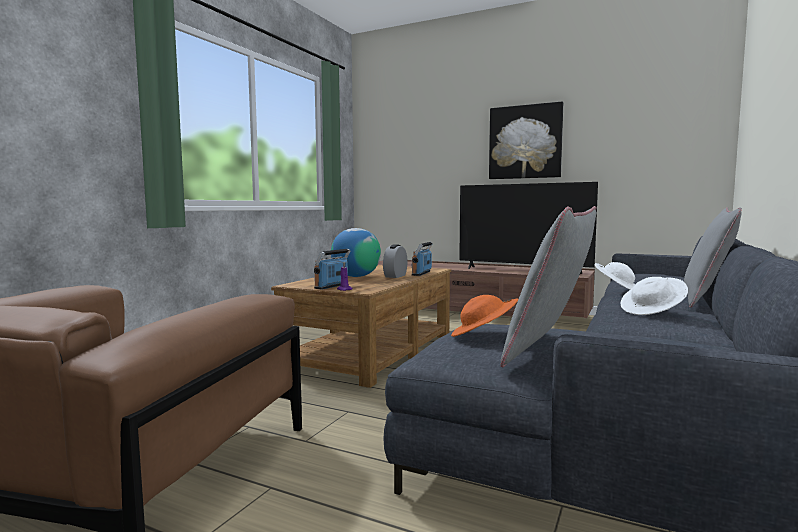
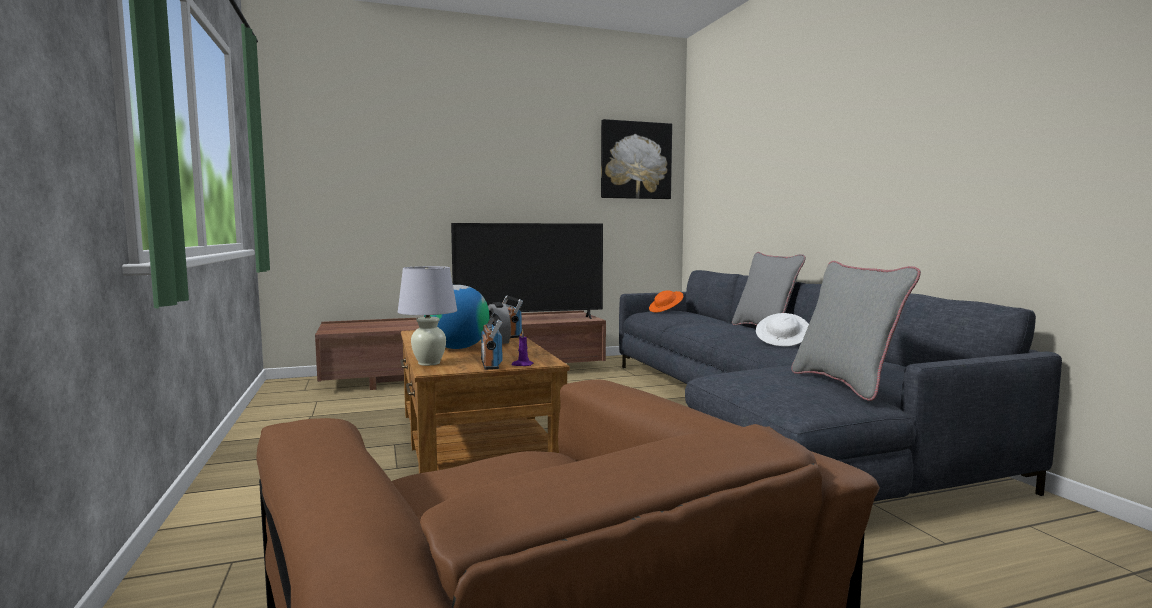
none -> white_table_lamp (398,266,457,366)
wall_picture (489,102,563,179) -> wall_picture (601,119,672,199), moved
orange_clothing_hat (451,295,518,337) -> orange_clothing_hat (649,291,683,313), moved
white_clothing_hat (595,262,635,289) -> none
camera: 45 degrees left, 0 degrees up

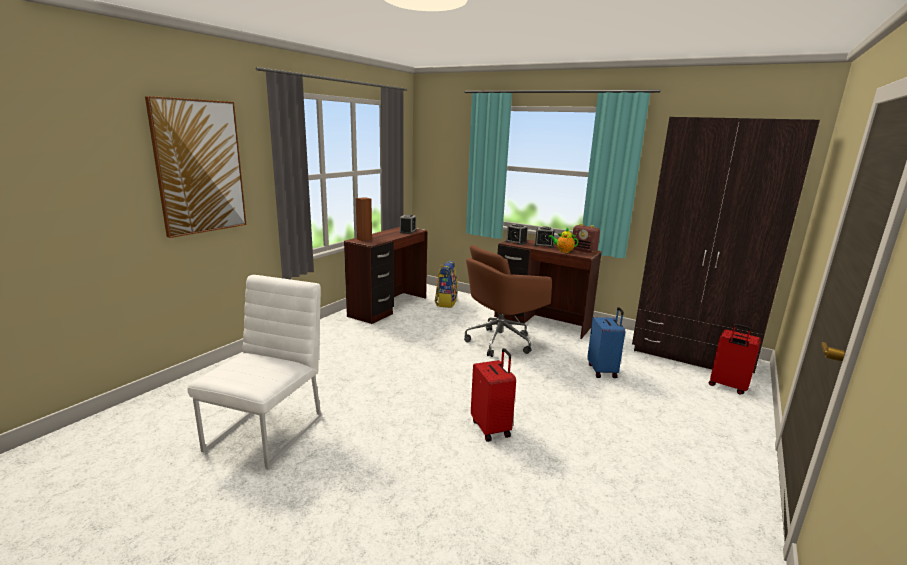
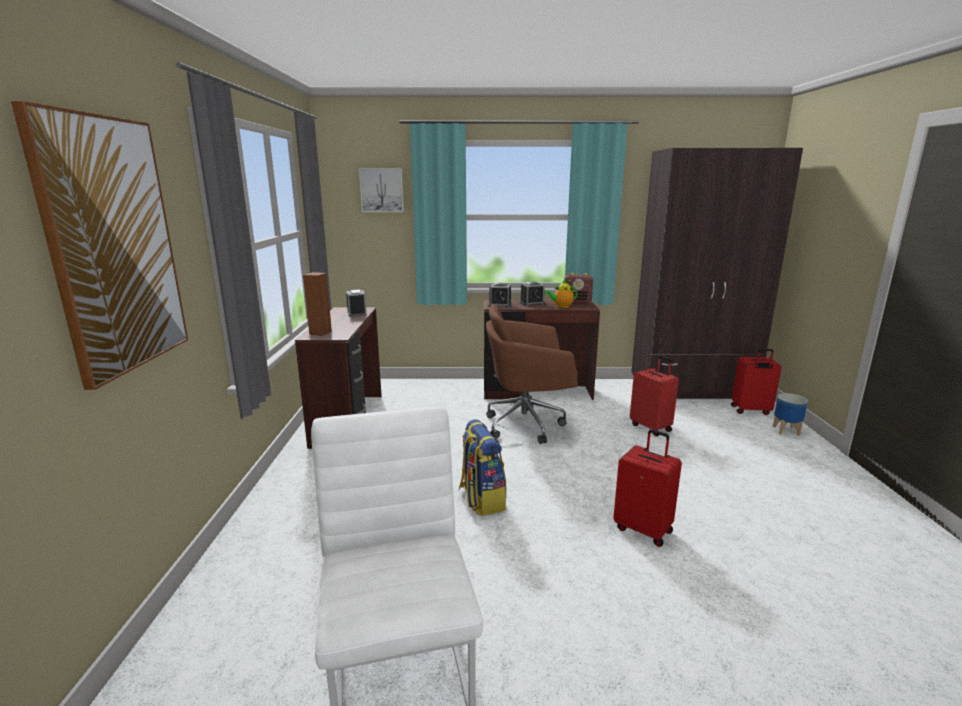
none -> wall_picture (359,168,404,212)
backpack (435,261,458,308) -> backpack (459,419,507,516), moved
brown_desk_chair (464,245,552,357) -> brown_desk_chair (486,304,578,444), 60 degrees clockwise
blue_piece_of_luggage (587,307,625,378) -> reddish_piece_of_luggage (630,356,679,436)
none -> plant_pot (773,393,808,436)
camera: 30 degrees left, 0 degrees up

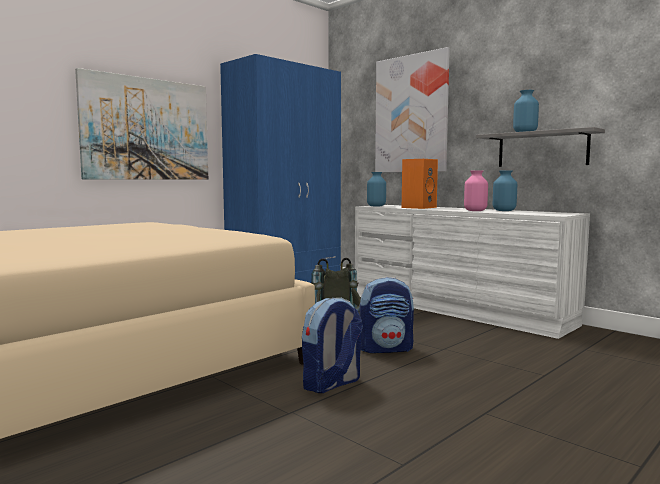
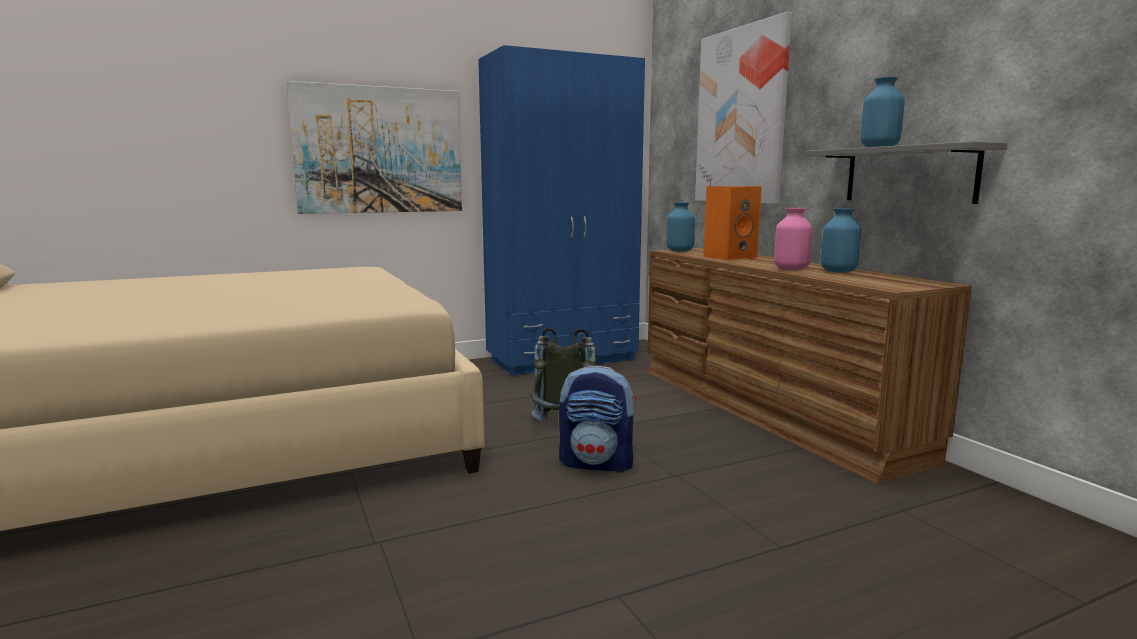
white_chest_of_drawers (355,205,590,339) -> brown_chest_of_drawers (647,248,972,484)
backpack (302,298,363,393) -> none
camera: 20 degrees right, 5 degrees up

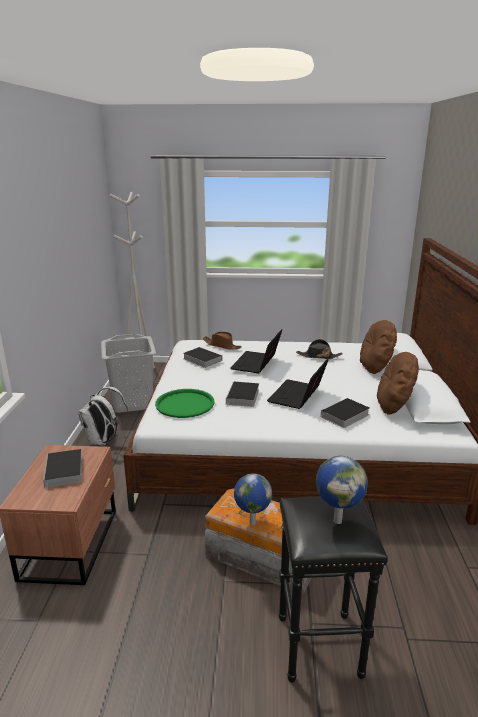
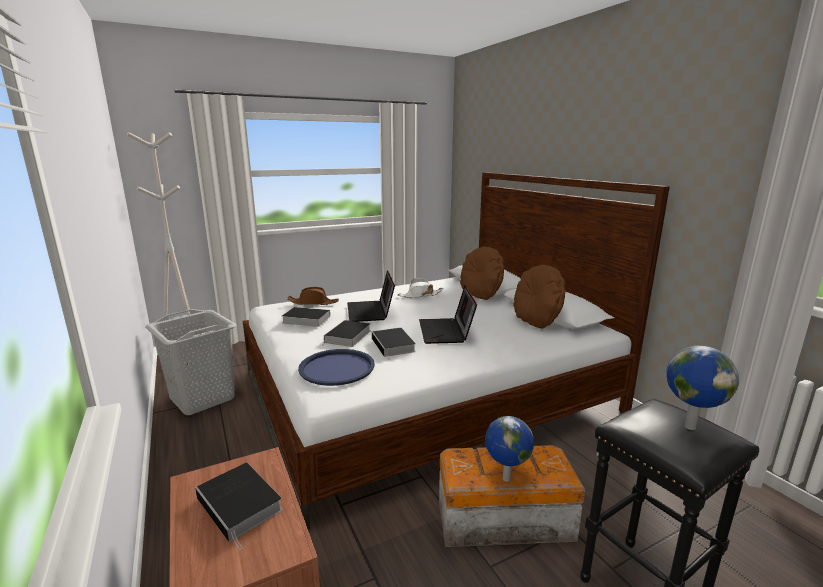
greenish_tray (155,389,215,418) -> blue_tray (298,349,375,386)
book (317,398,370,428) -> book (322,320,370,347), moved
blackish_clothing_hat (296,339,342,359) -> white_clothing_hat (397,278,443,298)
white_backpack (78,387,128,446) -> none
camera: 30 degrees left, 5 degrees down

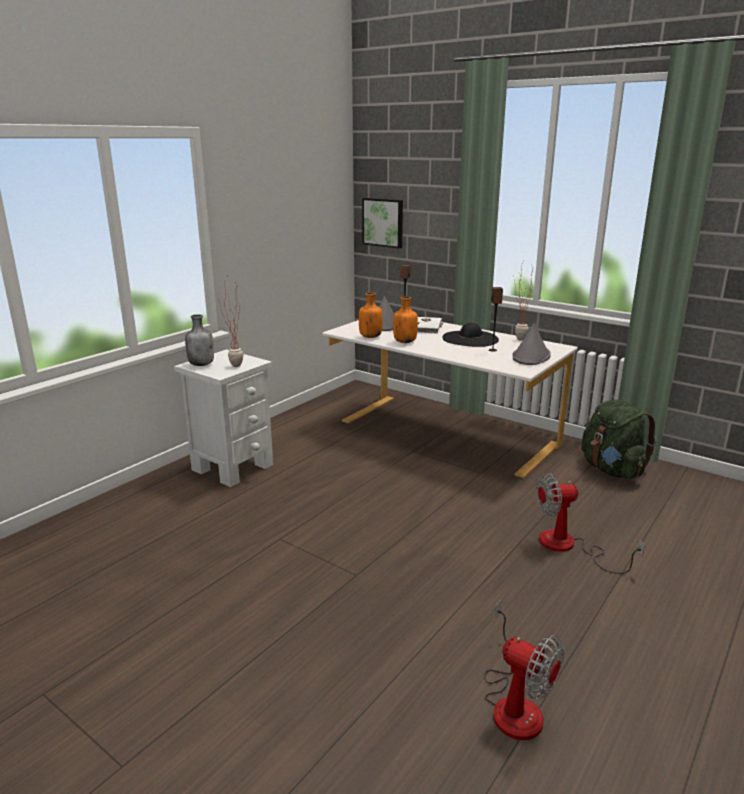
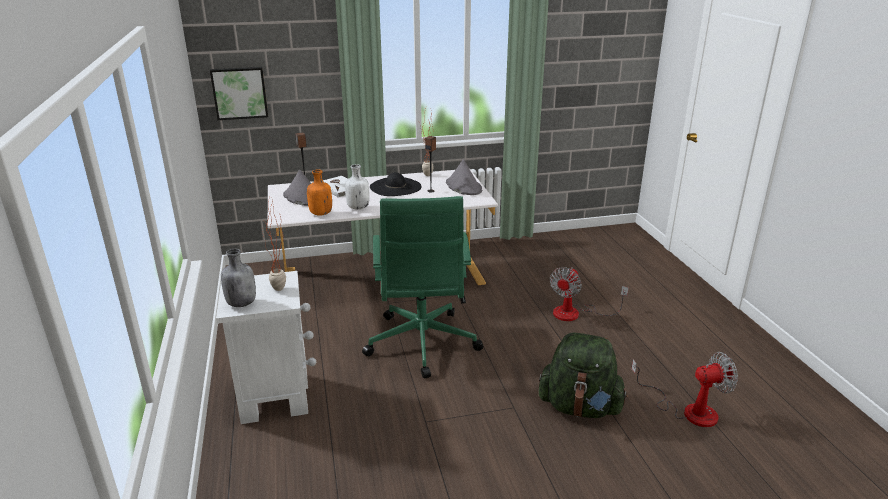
orange_beverage_bottle (393,296,418,343) -> white_beverage_bottle (345,164,370,210)
none -> greenish_desk_chair (362,196,483,378)
greenish_backpack (581,400,656,479) -> greenish_backpack (539,333,628,418), moved
camera: 50 degrees left, 5 degrees up

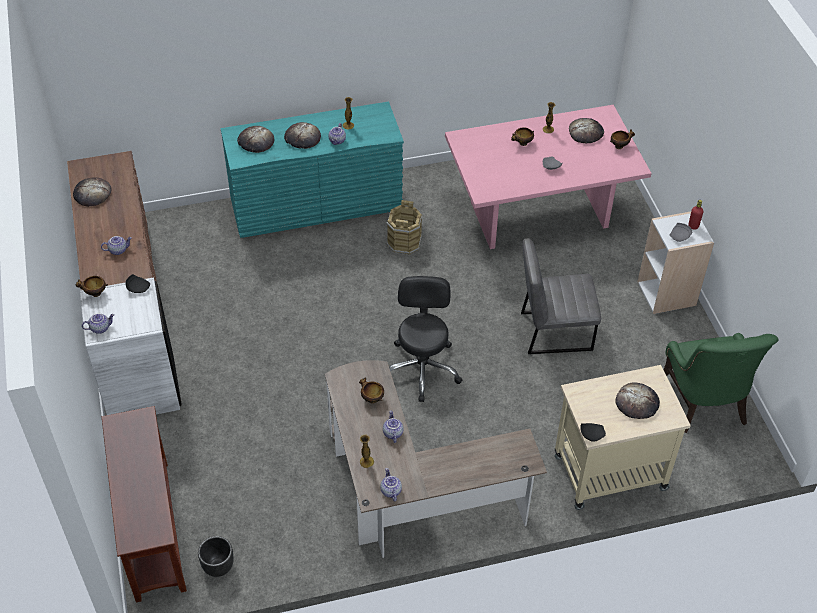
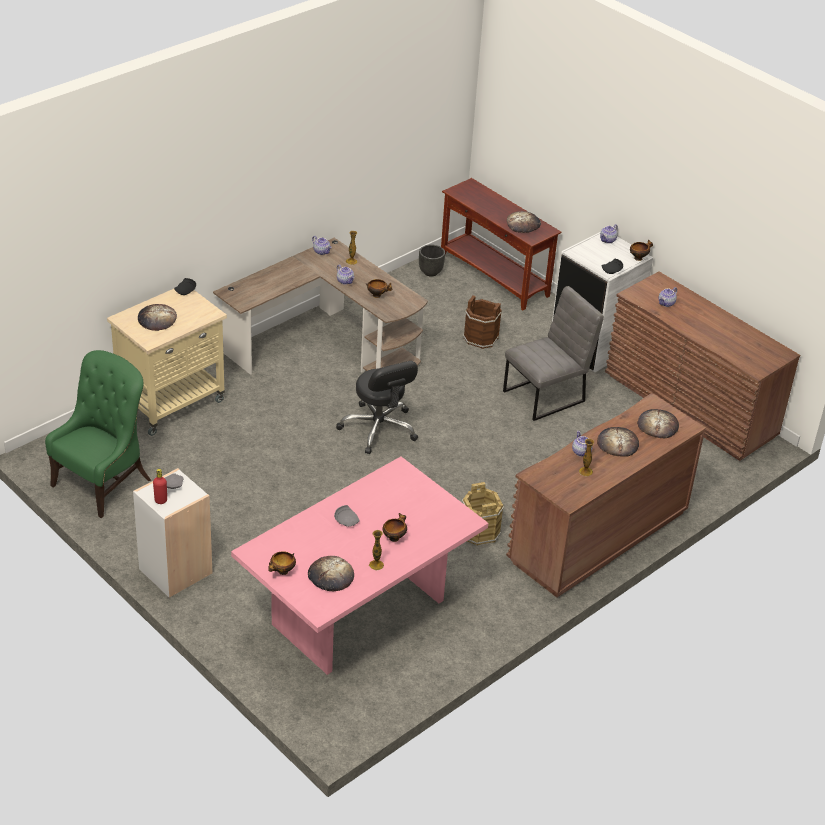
greenish_plain_chair (663,333,779,433) -> greenish_plain_chair (45,350,151,518), 75 degrees clockwise
none -> brown_pail (463,295,502,349)
gray_plain_chair (521,238,601,354) -> gray_plain_chair (503,286,604,421), moved
turquoise_chest_of_drawers (220,101,404,238) -> brown_chest_of_drawers (506,393,706,598)
bakery_bread (73,177,112,207) -> bakery_bread (507,211,541,233), moved
camera: 150 degrees right, 10 degrees down

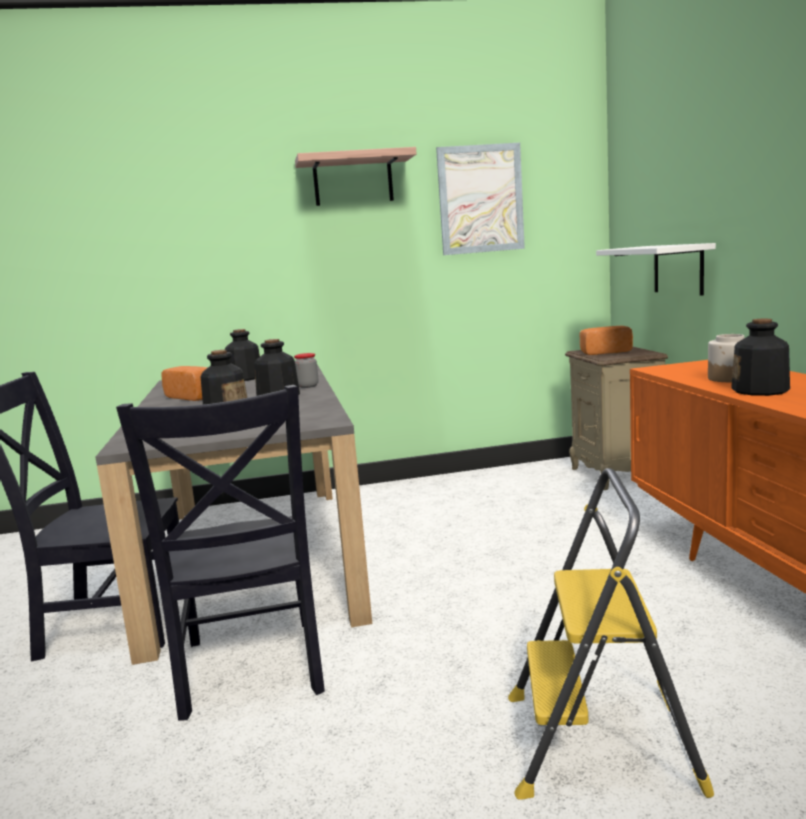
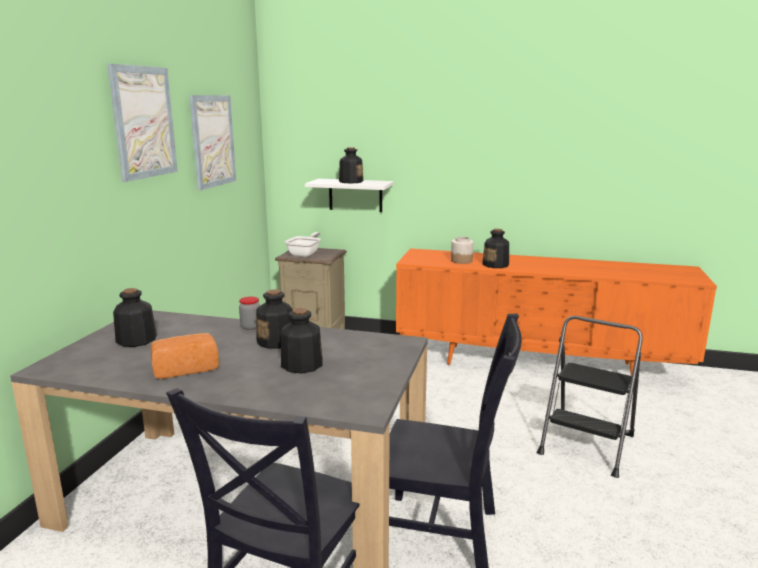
shelf (295,147,417,206) -> wall_picture (107,64,178,182)
bakery_bread (579,326,633,355) -> skillet (284,232,321,257)
none -> beverage_bottle (339,147,363,183)
yellowish_step_stool (508,468,714,800) -> blackish_step_stool (536,316,643,478)
camera: 65 degrees left, 5 degrees up

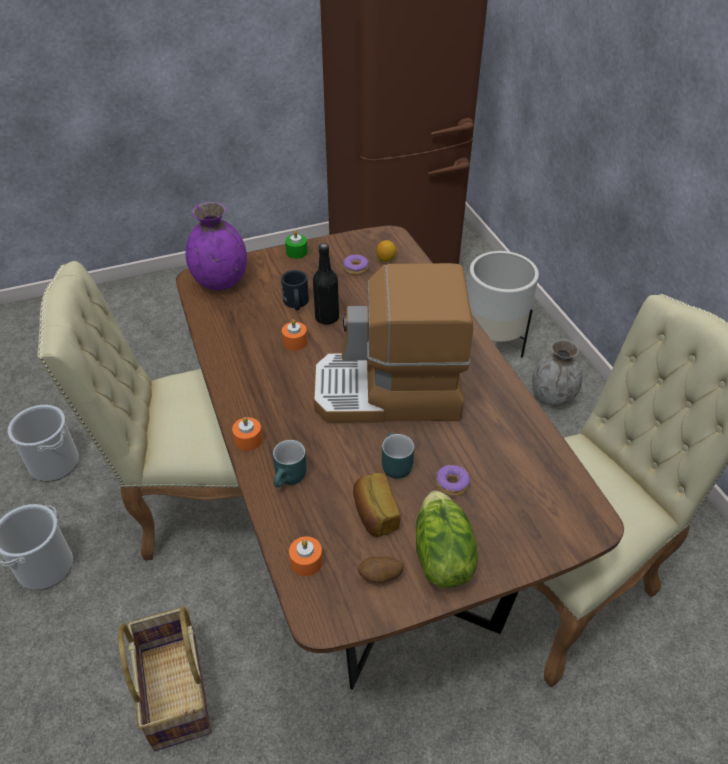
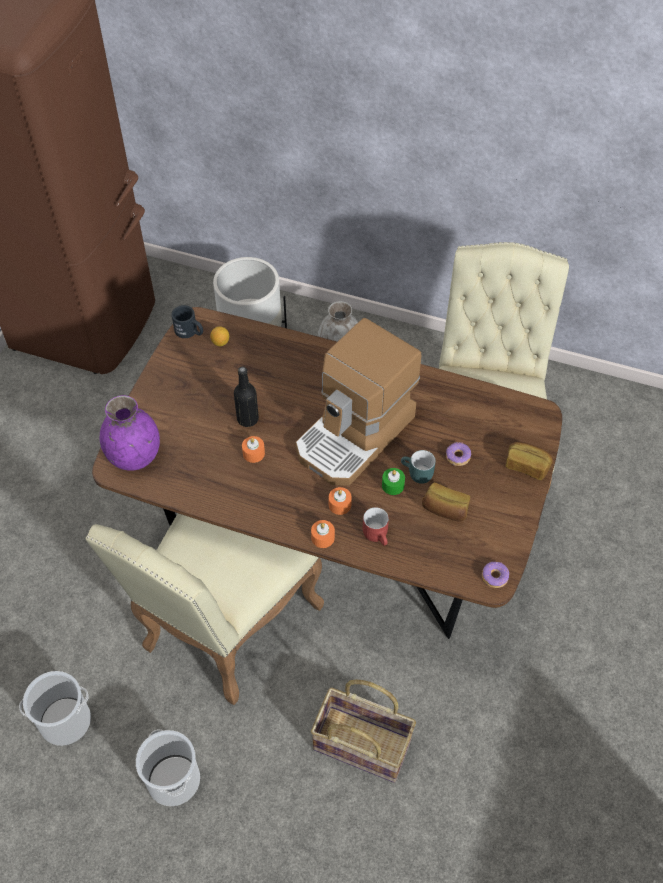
blackish_mug (281,270,309,310) -> blackish_mug (171,305,203,338), moved
orange_candle (289,536,323,576) -> orange_candle (329,487,352,515), moved
turquoise_mug (273,440,307,488) -> reddish_mug (363,507,389,546)
greenish_candle (285,230,308,259) -> greenish_candle (382,468,405,495), moved
ring_doughnut (343,255,369,275) -> ring_doughnut (482,562,509,588), moved
none -> bakery_bread (506,442,553,480)
whole_potato (358,556,404,583) -> none
lettuce_head (416,491,478,588) -> none
camera: 50 degrees left, 10 degrees up

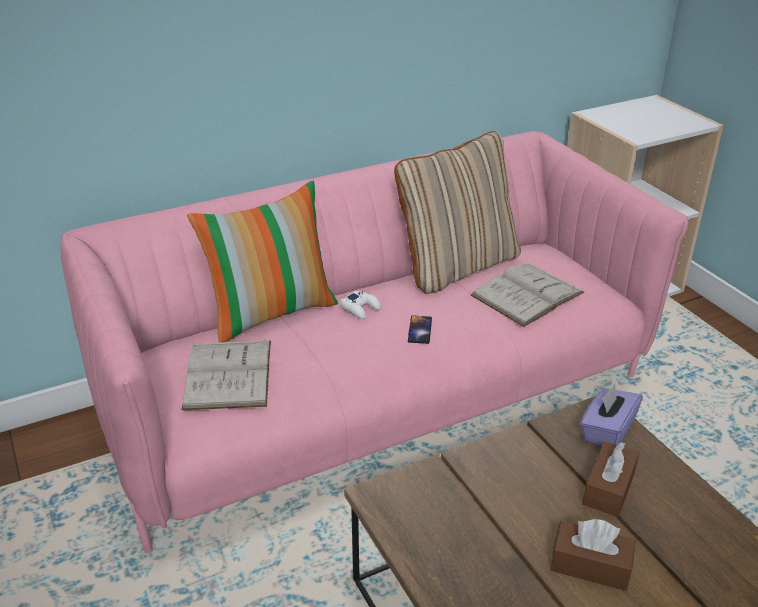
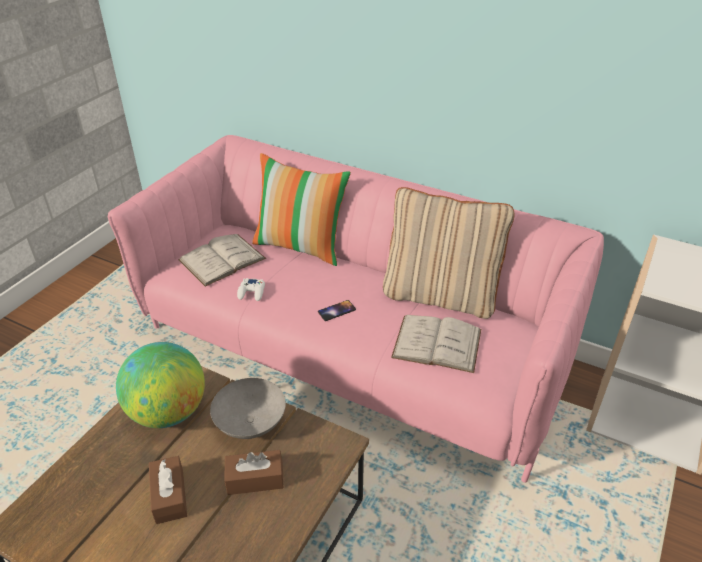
none -> desk_globe (116,342,205,428)
none -> gray_bowl (210,378,286,439)
white_gamepad (340,291,381,319) -> white_gamepad (237,278,265,301), moved
purplish_box_of_tissues (580,383,643,447) -> none
camera: 55 degrees right, 5 degrees up

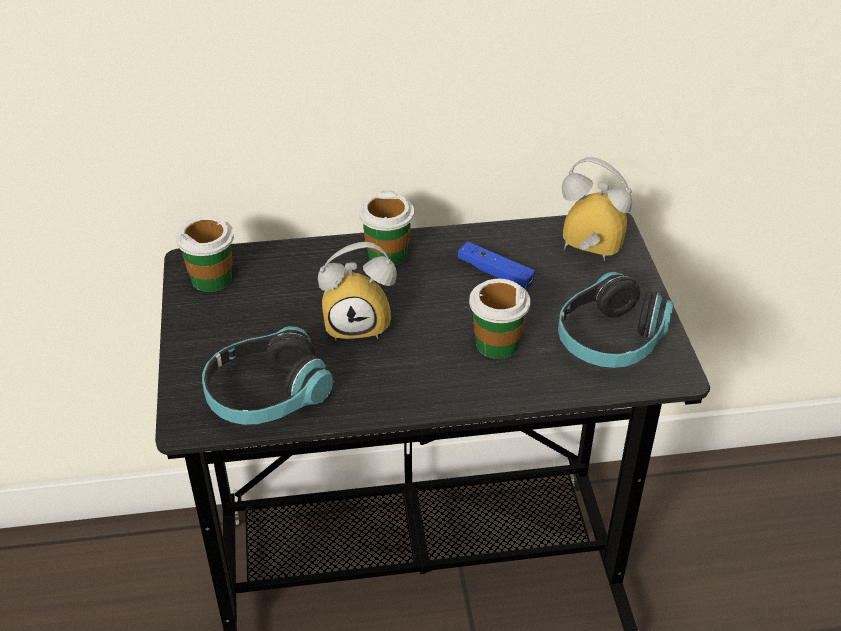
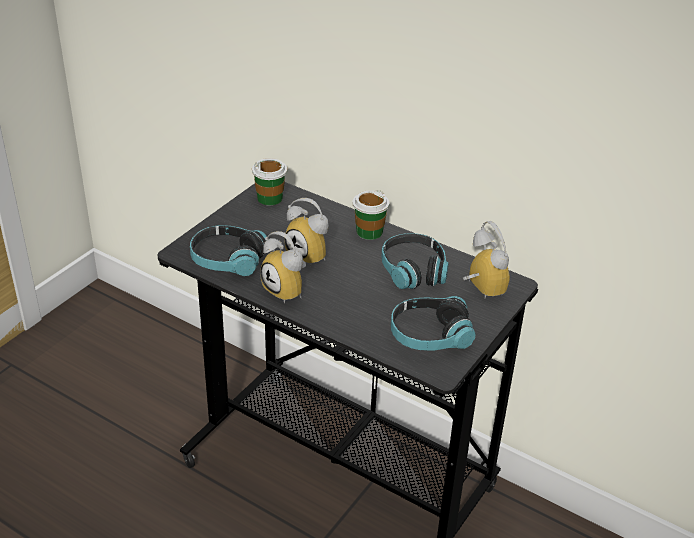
none -> alarm_clock (260,231,306,303)
blue_gamepad (458,242,535,290) -> headphones (381,233,449,289)
drinking_cup (469,279,530,359) -> none
camera: 40 degrees right, 5 degrees down

